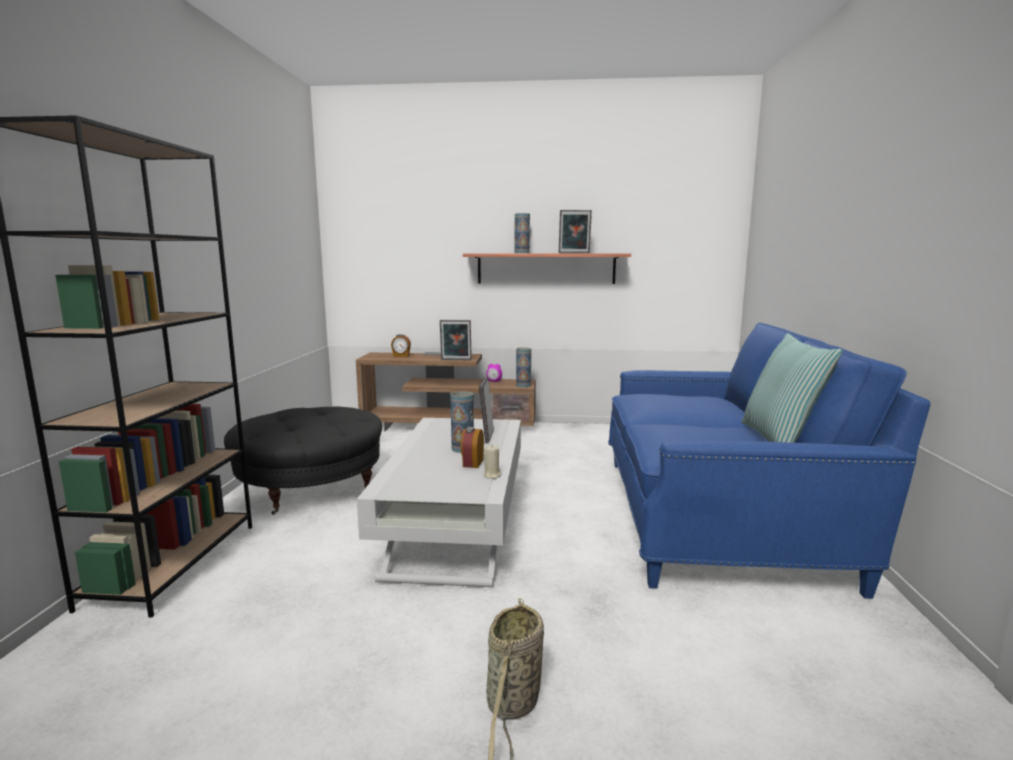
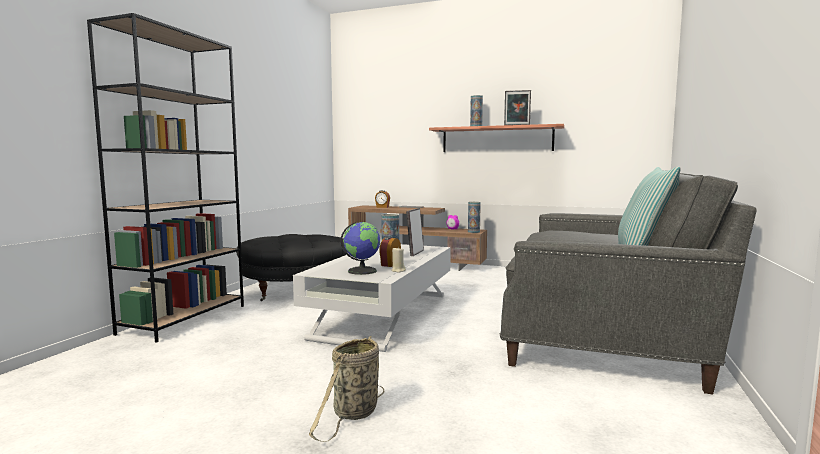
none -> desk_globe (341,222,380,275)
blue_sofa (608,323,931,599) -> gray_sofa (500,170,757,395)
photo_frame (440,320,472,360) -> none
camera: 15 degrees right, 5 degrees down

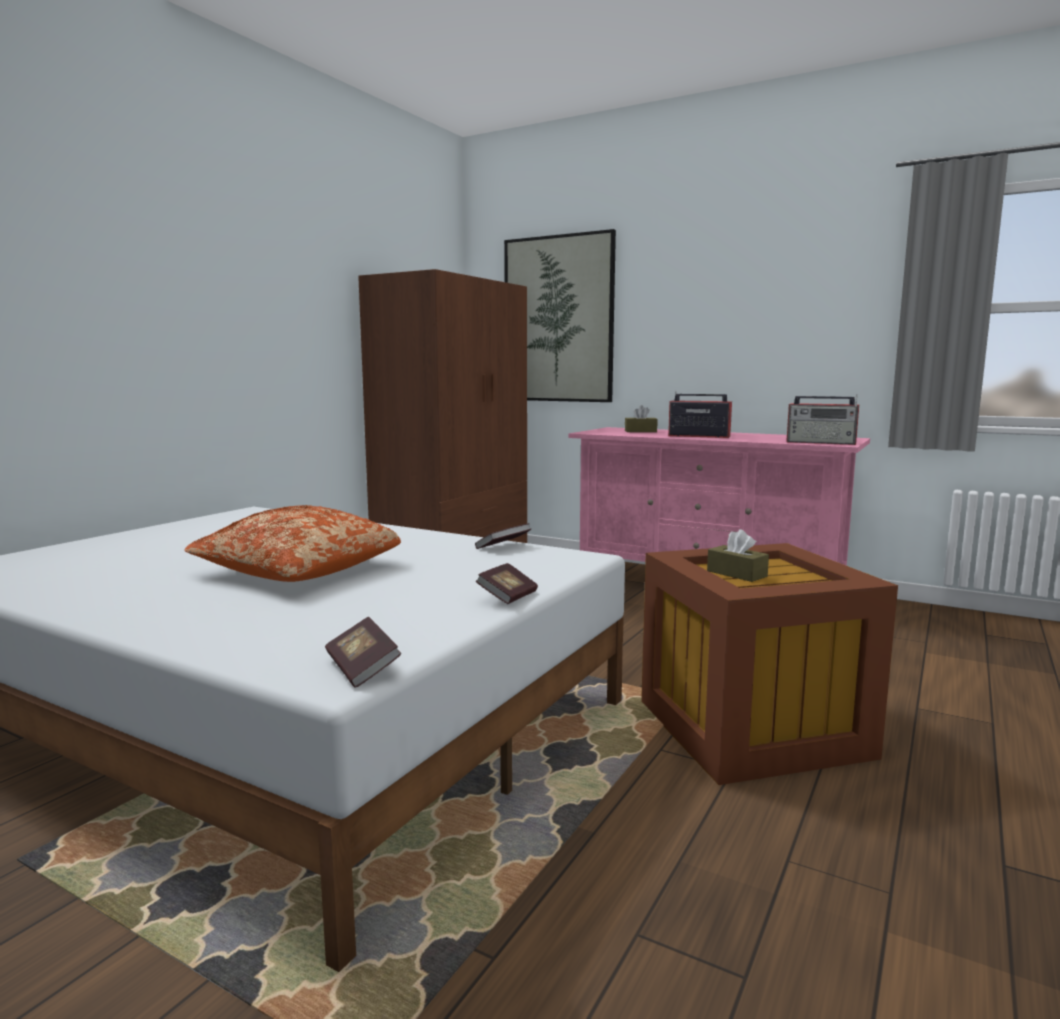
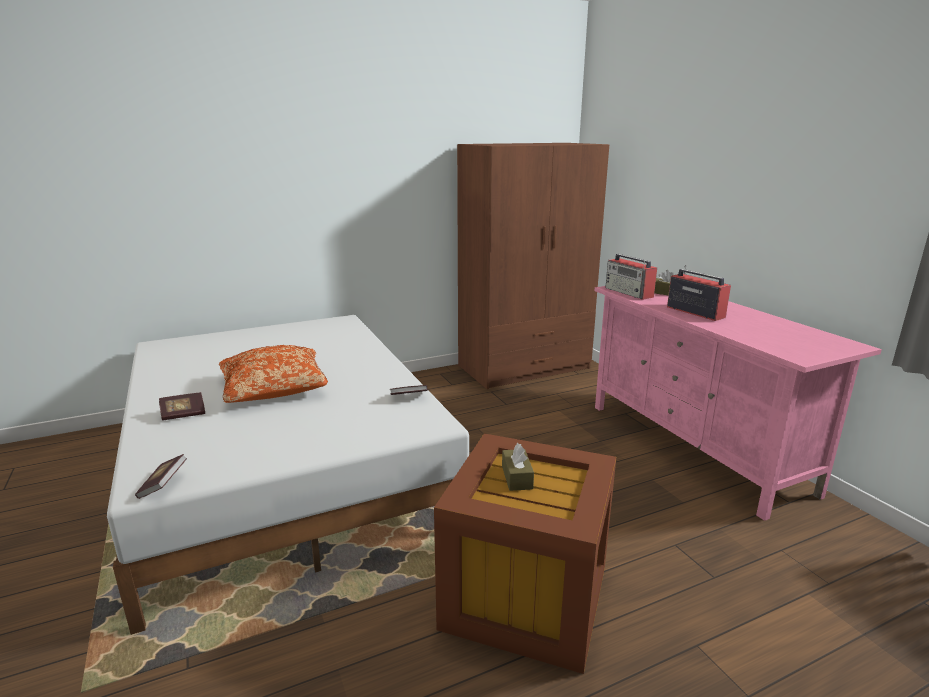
book (476,563,538,604) -> book (159,392,205,421), moved
radio_set (786,394,859,445) -> radio_set (605,254,657,300), moved
wall_picture (504,229,616,402) -> none
camera: 35 degrees right, 10 degrees up

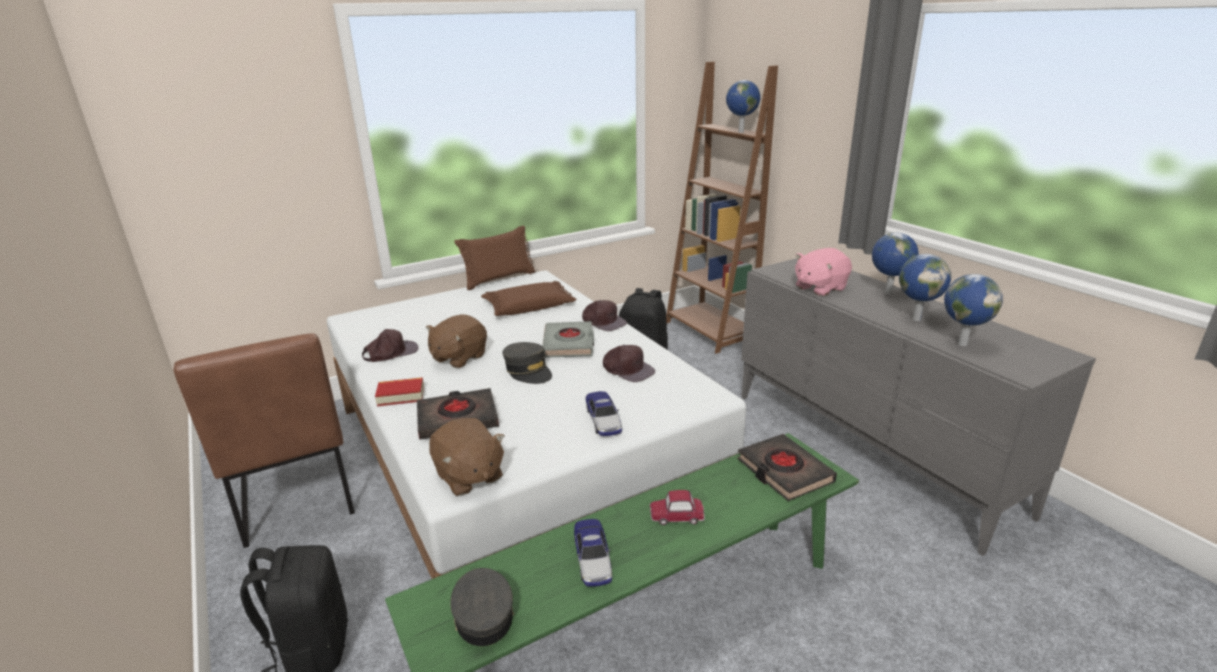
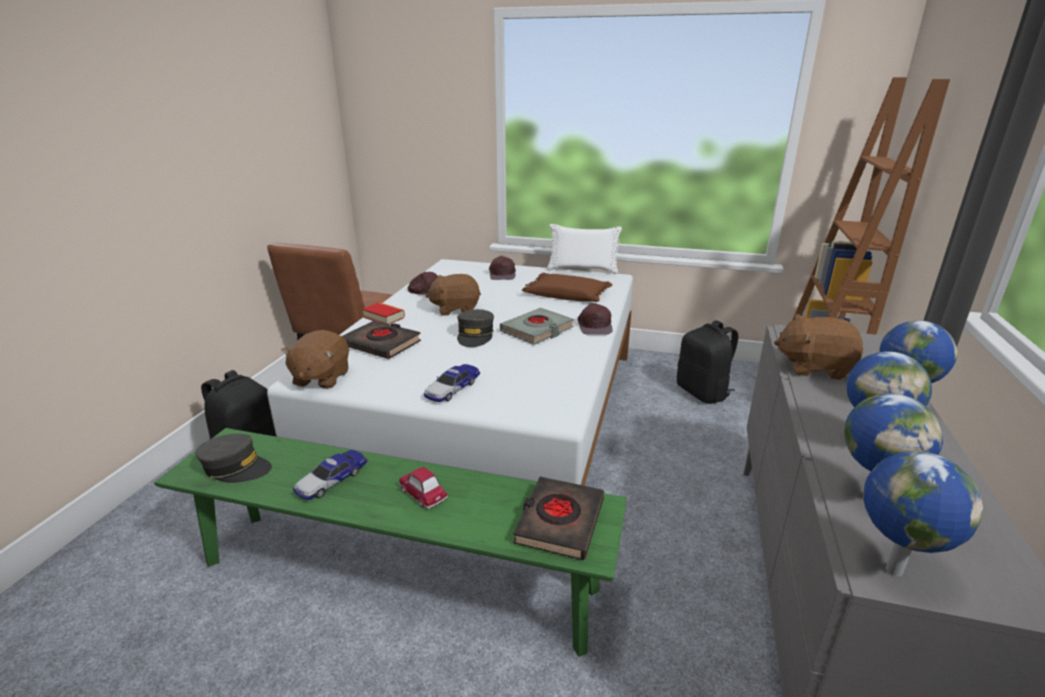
gray_baseball_cap (450,568,514,646) -> gray_baseball_cap (196,434,272,483), 75 degrees clockwise
brown_baseball_cap (603,345,655,382) -> brown_baseball_cap (489,256,516,280), moved
brown_throw_pillow (454,226,535,290) -> white_throw_pillow (547,224,622,274)
pink_soft_toy (795,248,852,296) -> brown_soft_toy (774,314,863,380)
desk_globe (726,80,761,132) -> desk_globe (864,451,983,577), moved
camera: 45 degrees right, 0 degrees up

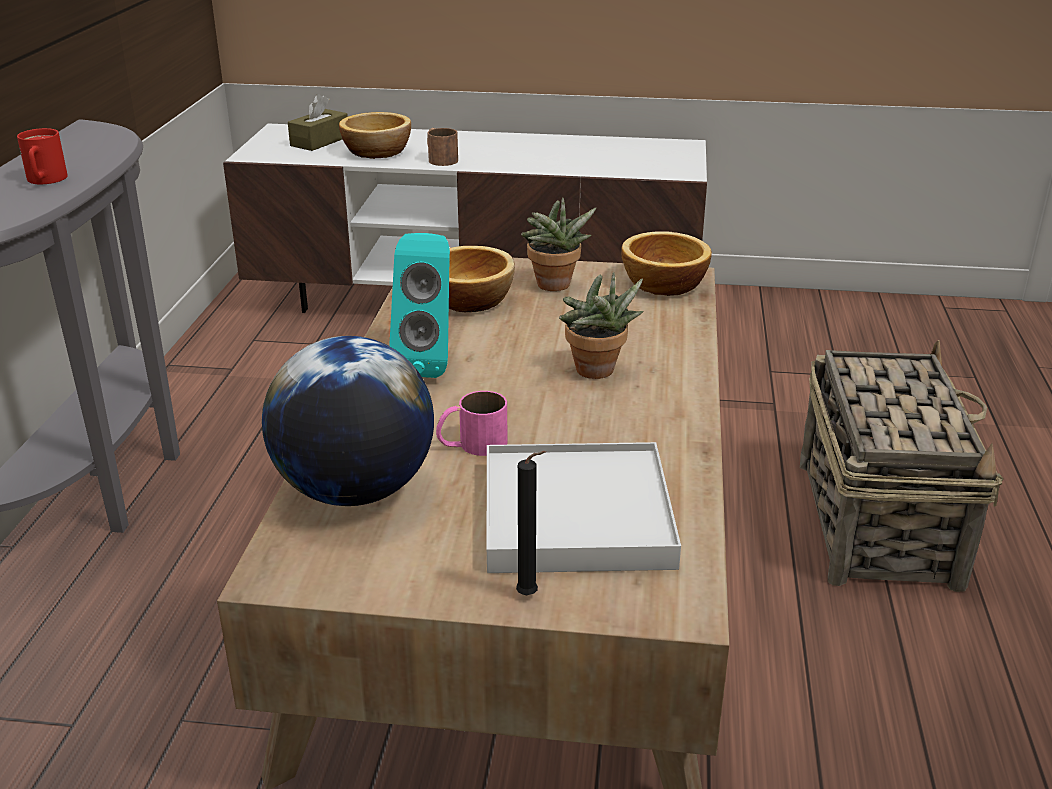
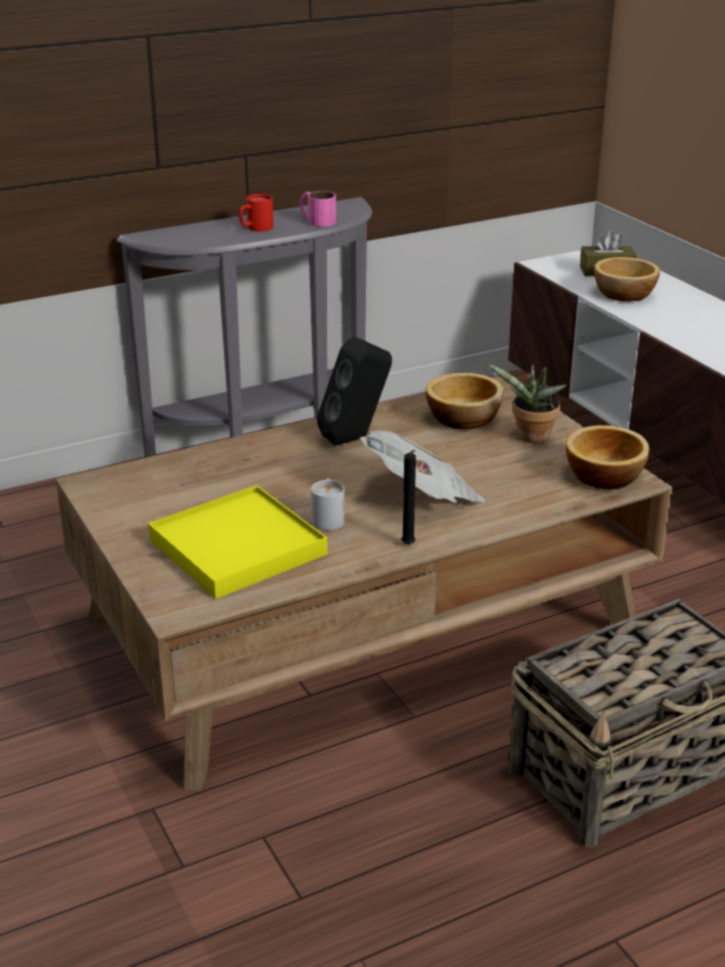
white_tray (487,442,681,573) -> yellowish_tray (148,485,327,599)
pink_mug (436,391,508,456) -> pink_mug (300,191,336,227), moved
none -> white_mug (311,478,345,530)
turquoise_audio_speaker (389,233,450,378) -> blackish_audio_speaker (317,337,392,446)
houseplant (559,272,643,379) -> newspaper (360,430,486,503)
blackish_candle (516,451,546,595) -> blackish_candle (401,450,416,545), moved
desk_globe (262,336,434,506) -> none
brown_mug (427,128,458,166) -> none
camera: 55 degrees right, 0 degrees up

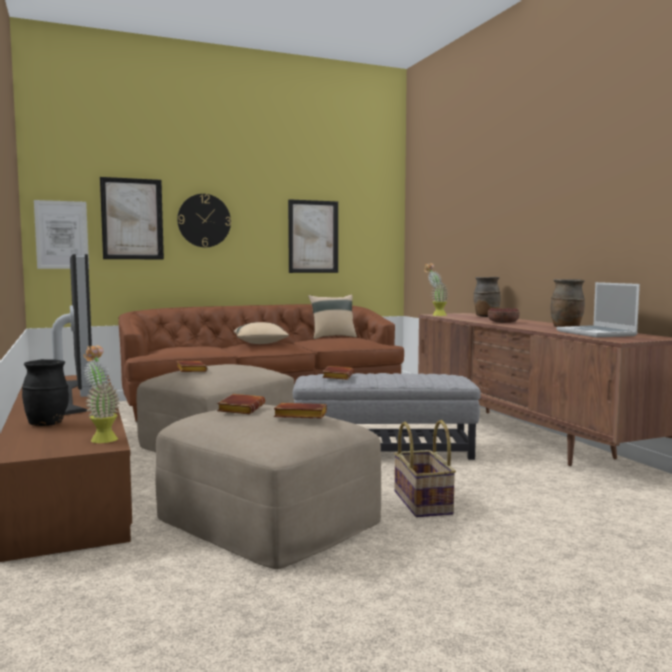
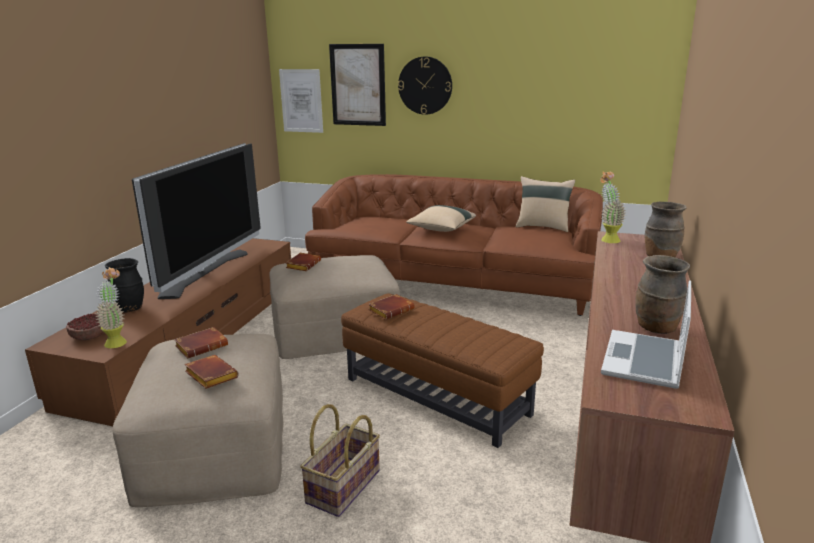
bowl (488,308,520,323) -> bowl (66,314,104,340), moved
gray_ottoman (293,373,481,460) -> brown_ottoman (341,294,544,448)
wall_picture (288,199,338,273) -> none
camera: 40 degrees right, 15 degrees up

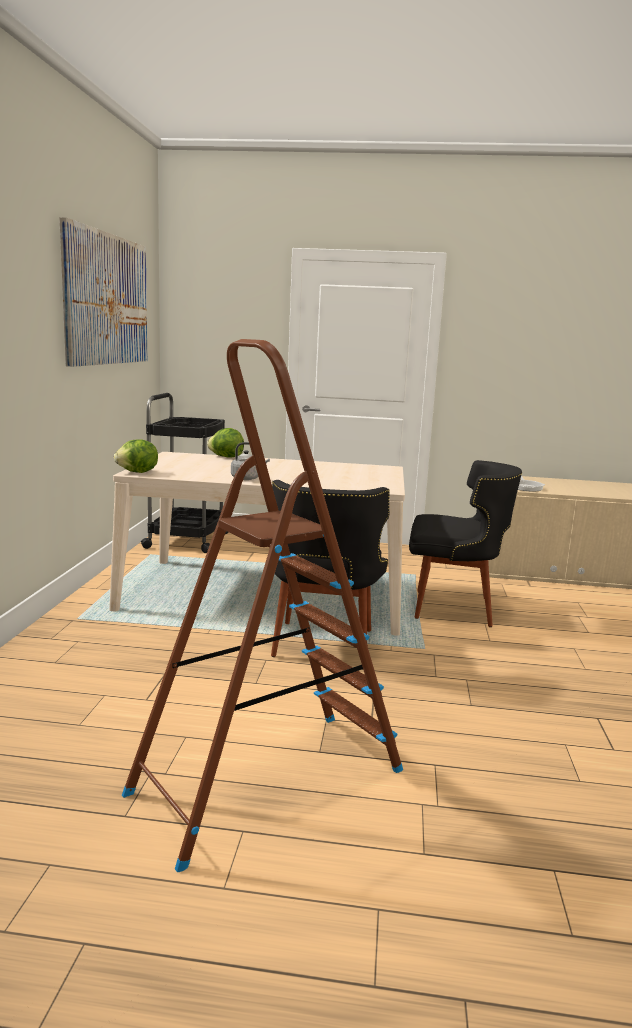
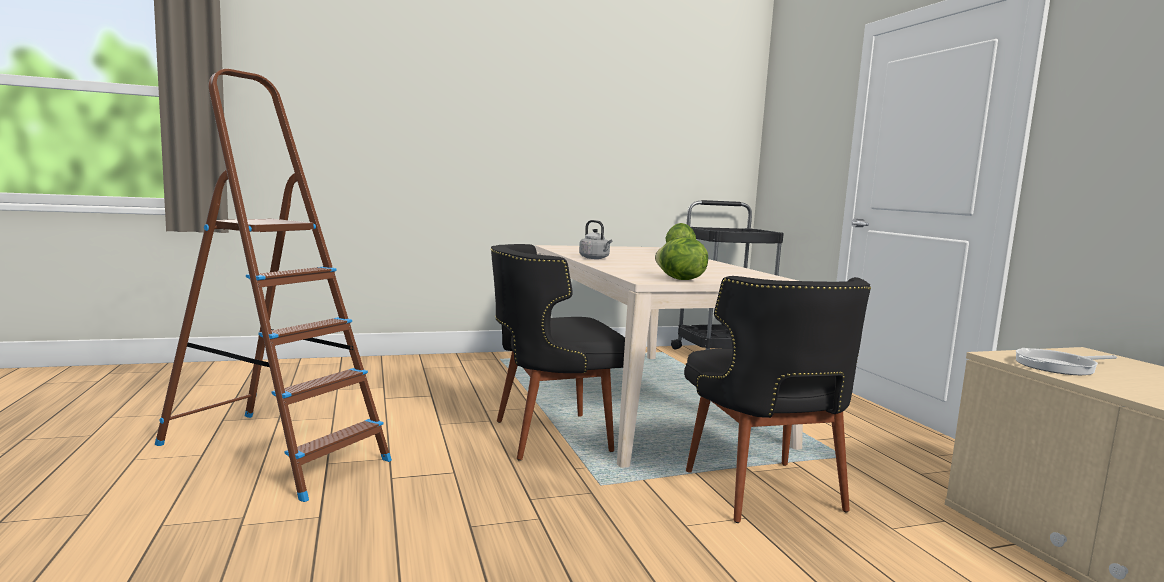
lettuce_head (114,439,158,473) -> lettuce_head (655,237,708,280), moved
wall_picture (59,217,147,367) -> none
camera: 65 degrees right, 5 degrees down

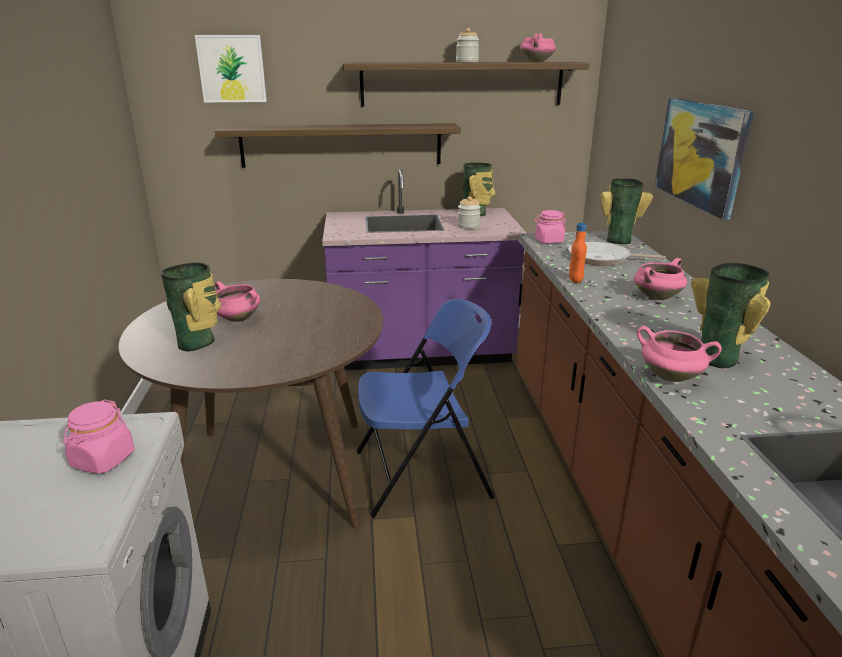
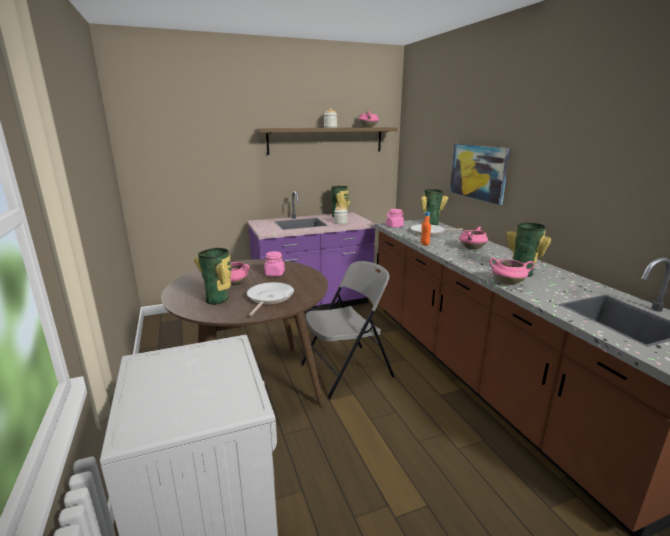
none -> skillet (247,282,294,316)
pink_jar (63,399,135,474) -> pink_jar (264,251,285,276), moved
blue_plain_chair (357,299,494,518) -> gray_plain_chair (301,261,394,399)
wall_picture (195,35,267,103) -> none
shelf (215,123,461,168) -> none
camera: 15 degrees left, 5 degrees down

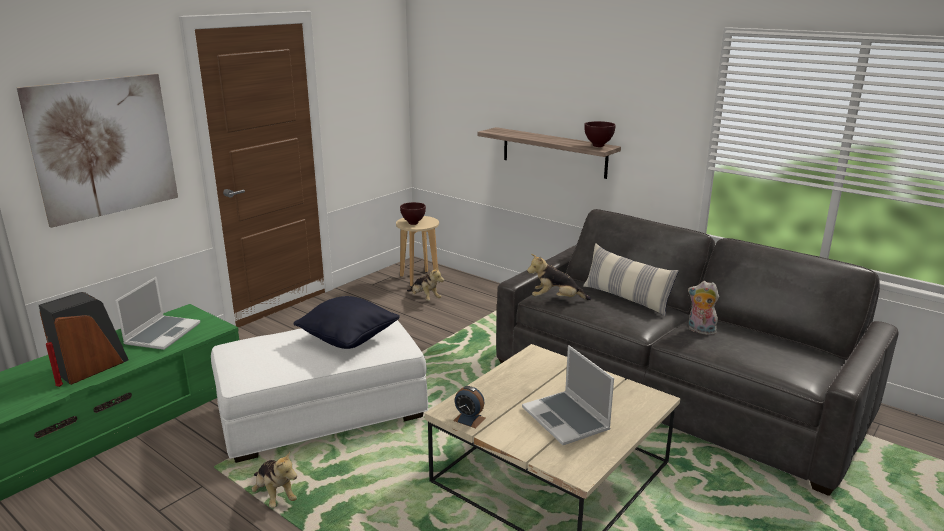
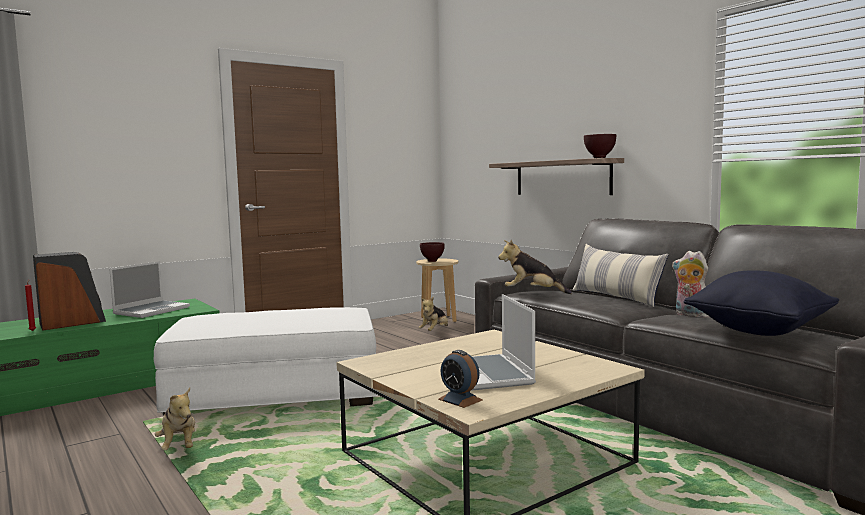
soft_toy (407,266,444,301) -> soft_toy (418,297,448,331), 60 degrees clockwise
alarm_clock (453,386,486,429) -> alarm_clock (438,350,482,408), moved
blackish_throw_pillow (293,296,400,349) -> blackish_throw_pillow (684,271,839,336), moved
wall_picture (17,74,178,228) -> none
camera: 15 degrees right, 15 degrees down

